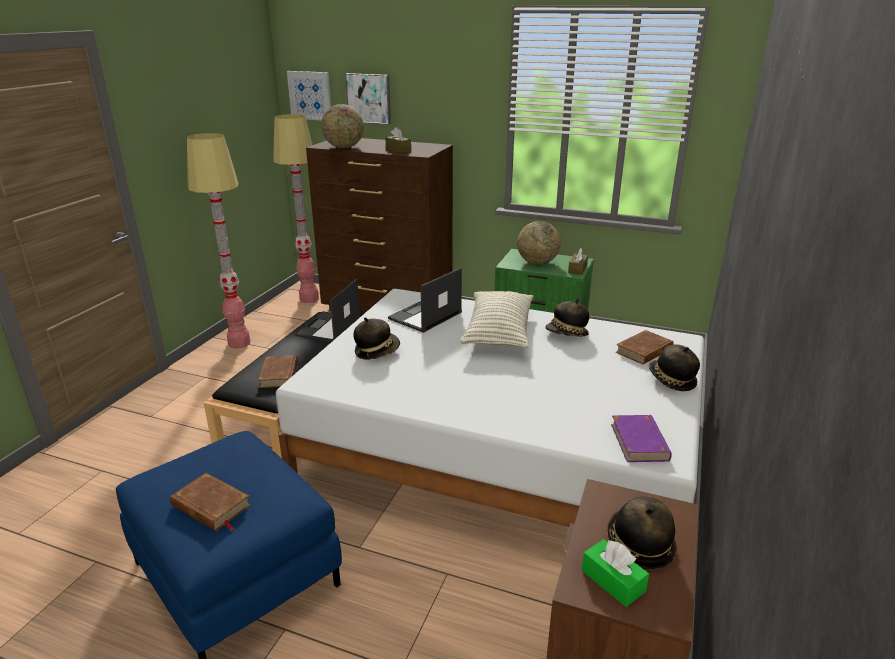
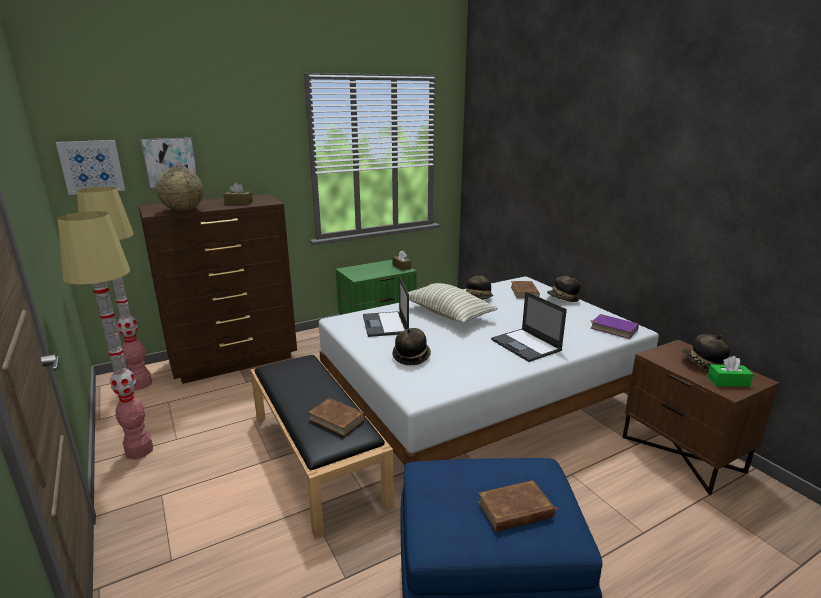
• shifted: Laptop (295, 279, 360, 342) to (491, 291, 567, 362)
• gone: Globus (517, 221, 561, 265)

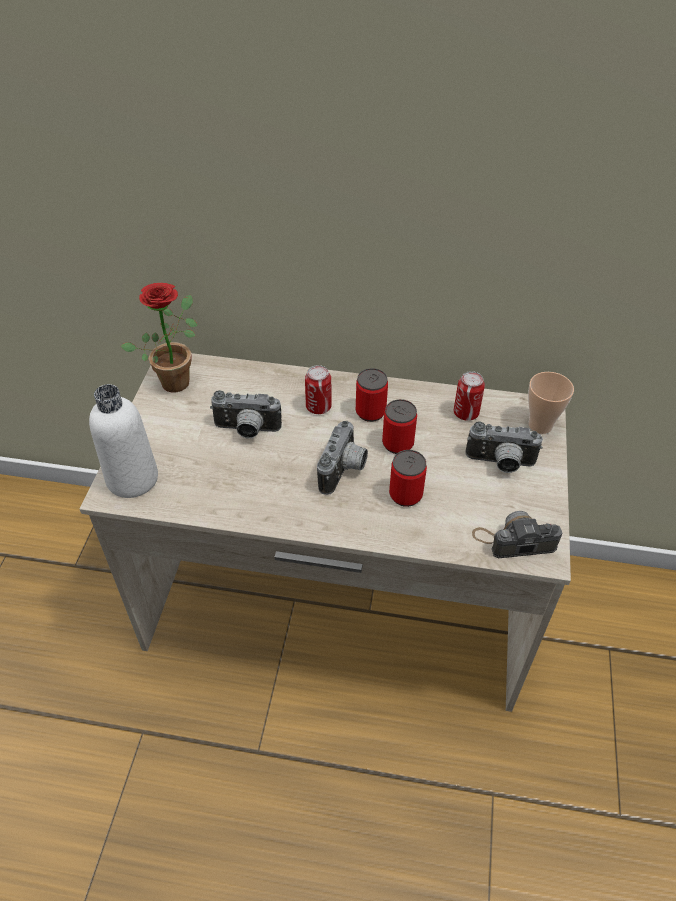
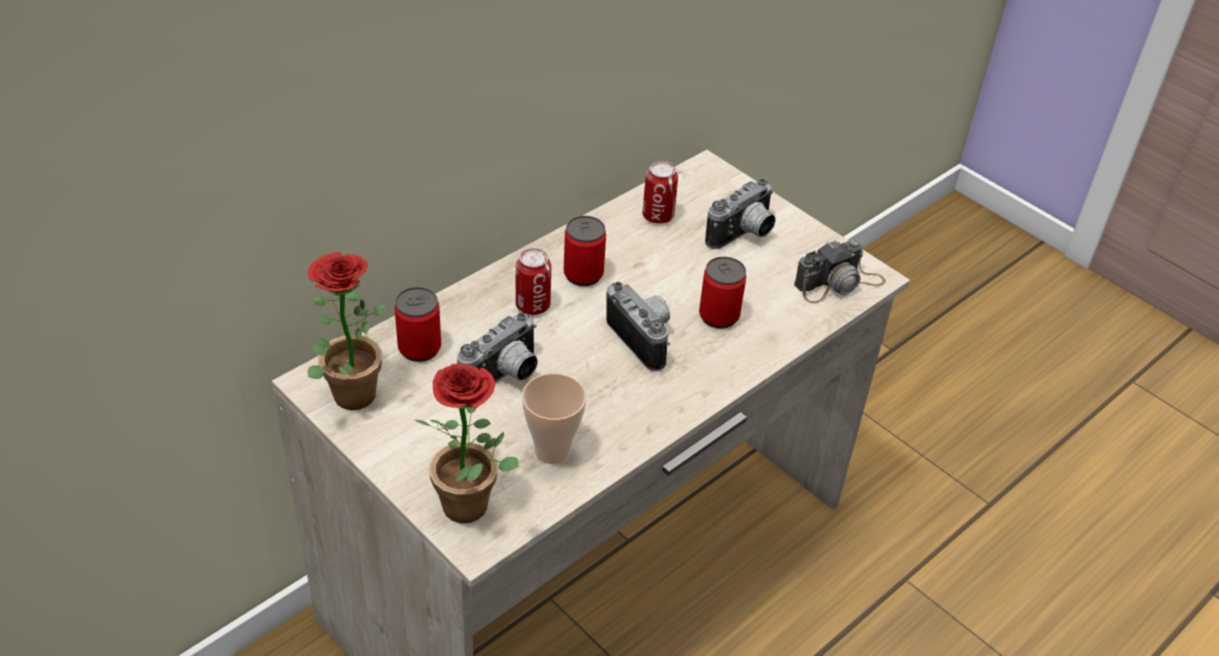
• swapped: Flasche/weiß (89, 384, 158, 498) to Topfpflanze (415, 364, 519, 523)
• shifted: Dose (382, 399, 417, 454) to (394, 287, 441, 362)
• rotated: Kamera (472, 511, 562, 558) = (794, 239, 886, 303) 150 degrees counterclockwise
• shifted: Tasse (528, 372, 574, 434) to (522, 373, 586, 464)

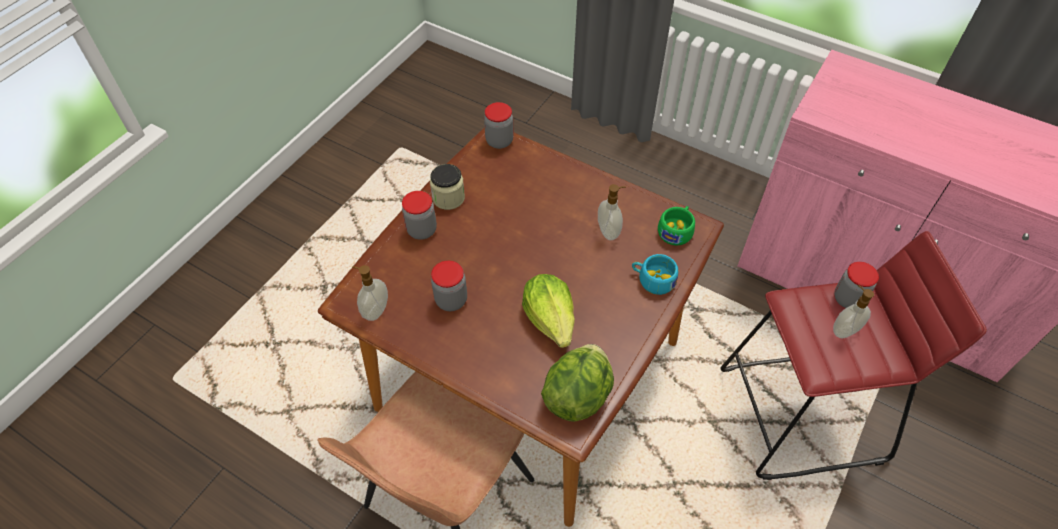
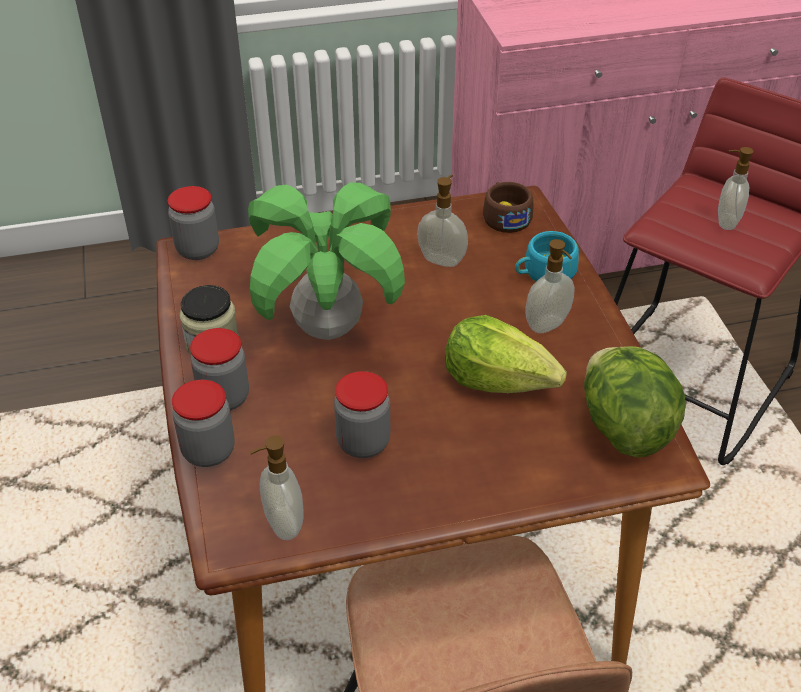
• repainted: Tasse/grün (658, 206, 695, 245) to Tasse/braun (483, 182, 533, 233)
• shifted: Vorratsglas (834, 262, 879, 308) to (172, 380, 234, 467)
• new: Topfpflanze (248, 182, 405, 340)
• new: Seifenspender (525, 239, 575, 333)

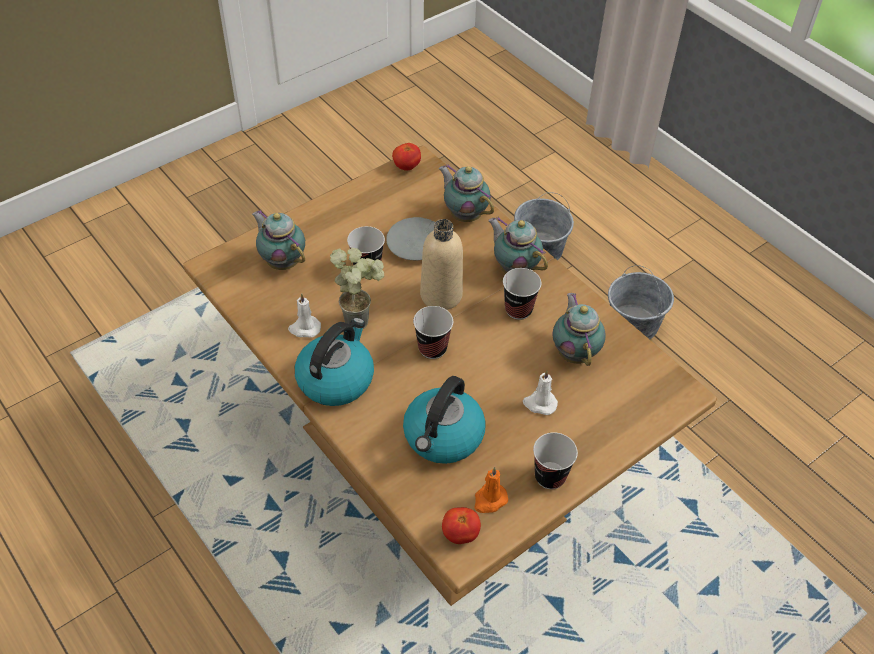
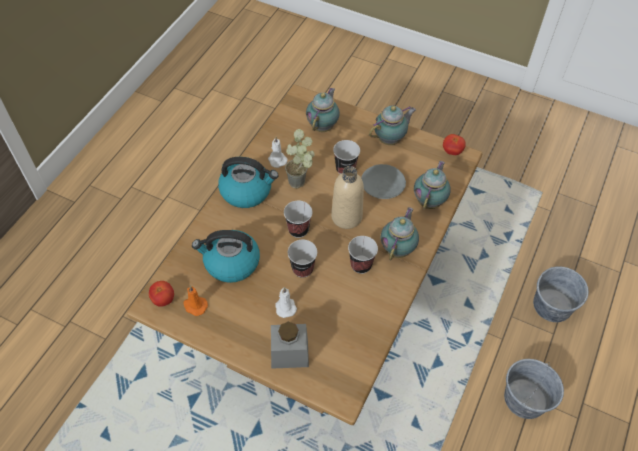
• shifted: Tasse (533, 432, 578, 489) to (288, 240, 317, 278)
• shifted: Teekanne (553, 293, 606, 366) to (369, 105, 416, 145)
• new: Vorratsglas/grau (271, 322, 309, 369)

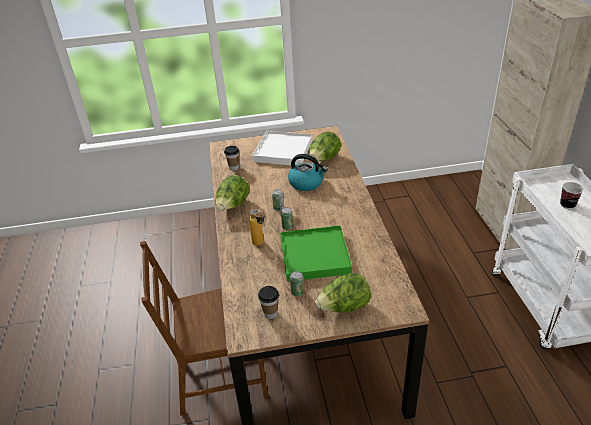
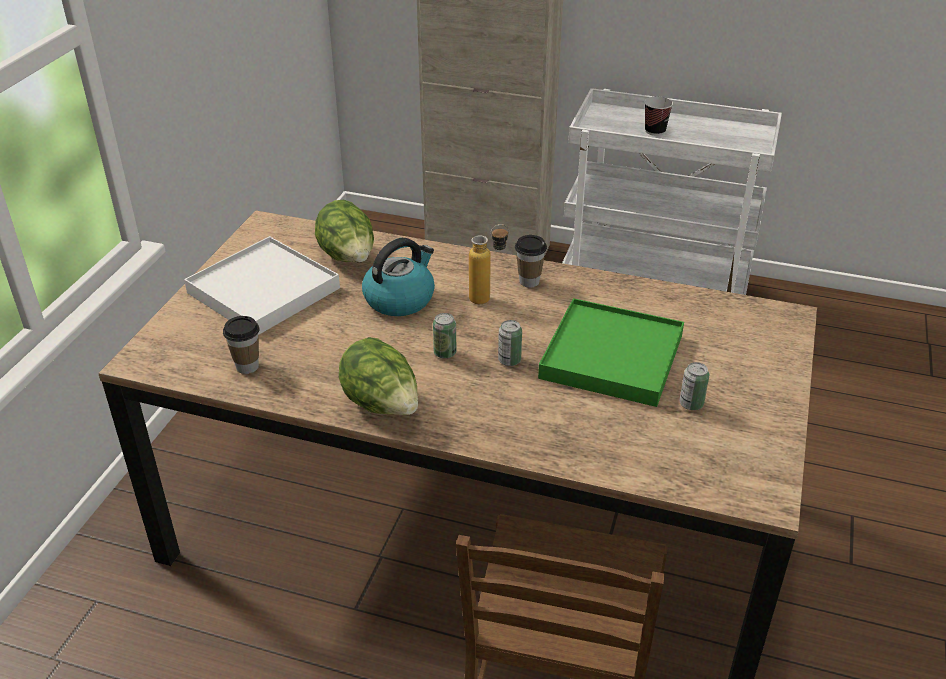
• shifted: Flasche (249, 209, 265, 246) to (469, 224, 509, 304)
• shifted: Tasse (258, 286, 279, 319) to (515, 235, 547, 288)
• gone: Salatkopf (315, 273, 371, 312)

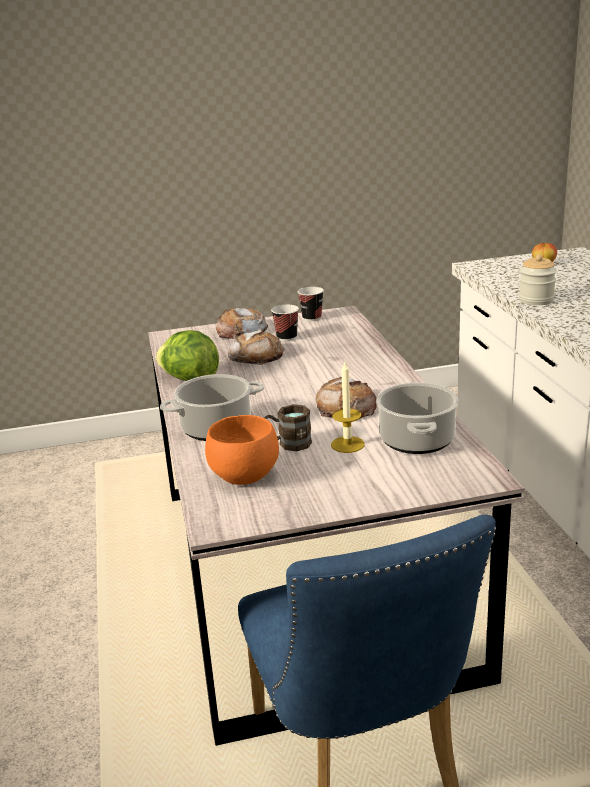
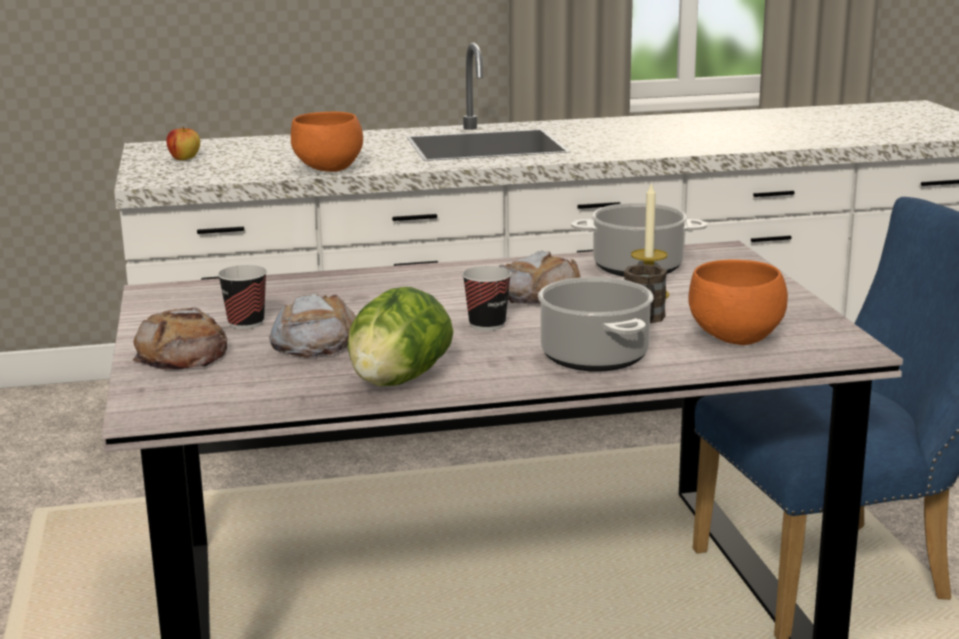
• shifted: Tasse (298, 287, 324, 321) to (462, 266, 512, 331)
• swapped: Vorratsglas (519, 254, 557, 305) to Schüssel/orange (291, 112, 363, 172)

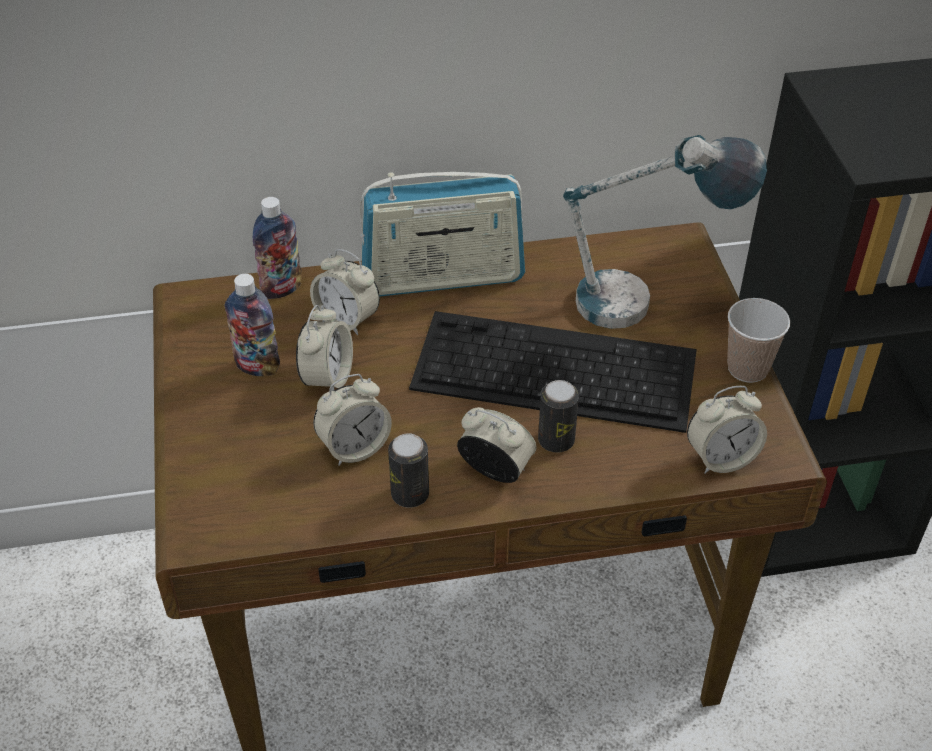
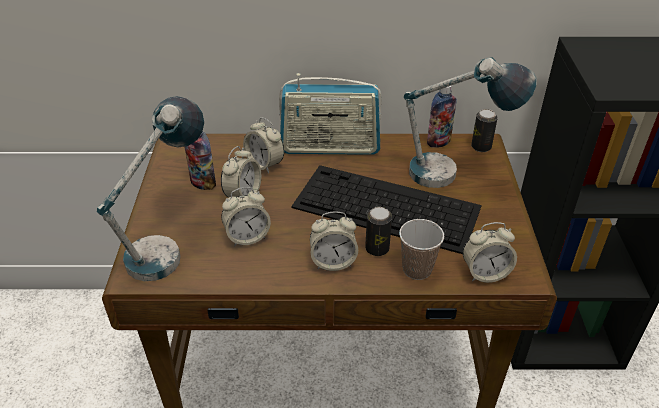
• shifted: Flasche (253, 197, 301, 299) to (427, 86, 457, 148)
• shifted: Dose (388, 433, 429, 508) to (471, 109, 498, 152)
• rotated: Wecker (457, 407, 537, 483) = (310, 211, 358, 271) 135 degrees clockwise
• shifted: Tasse (727, 298, 790, 383) to (399, 219, 444, 280)
• new: Tischlampe (97, 96, 204, 281)

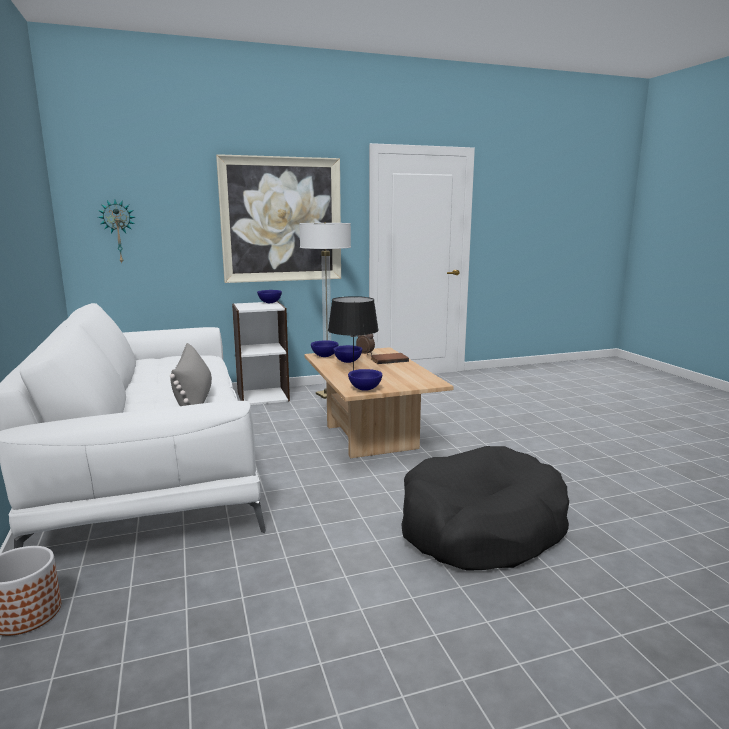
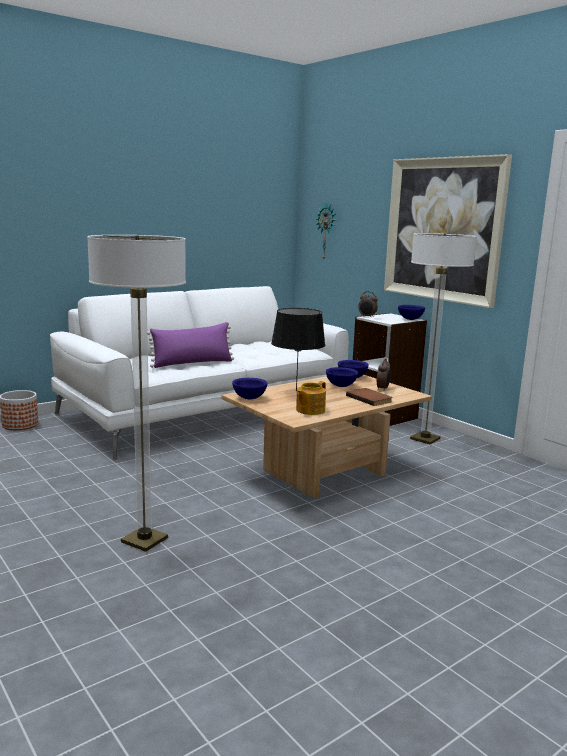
• repainted: Kissen/grau (170, 343, 212, 406) to Kissen/lila (147, 322, 234, 368)
• swapped: Hundebett/schwarz (401, 446, 569, 571) to Stehlampe (87, 235, 186, 552)
• new: Teekanne (296, 381, 326, 415)
• new: Wecker (358, 291, 378, 318)

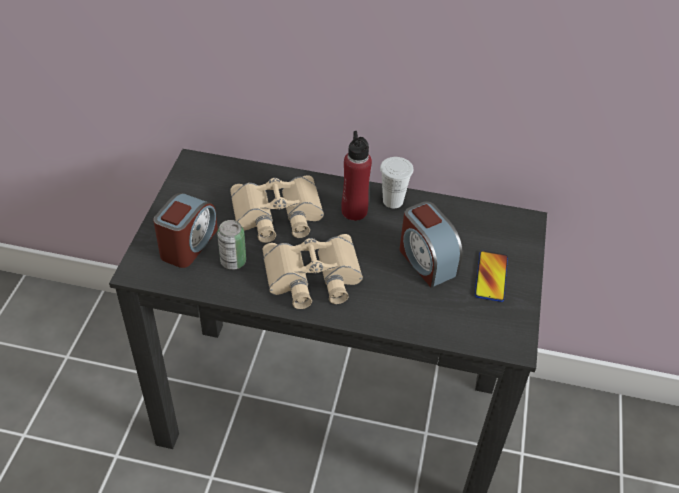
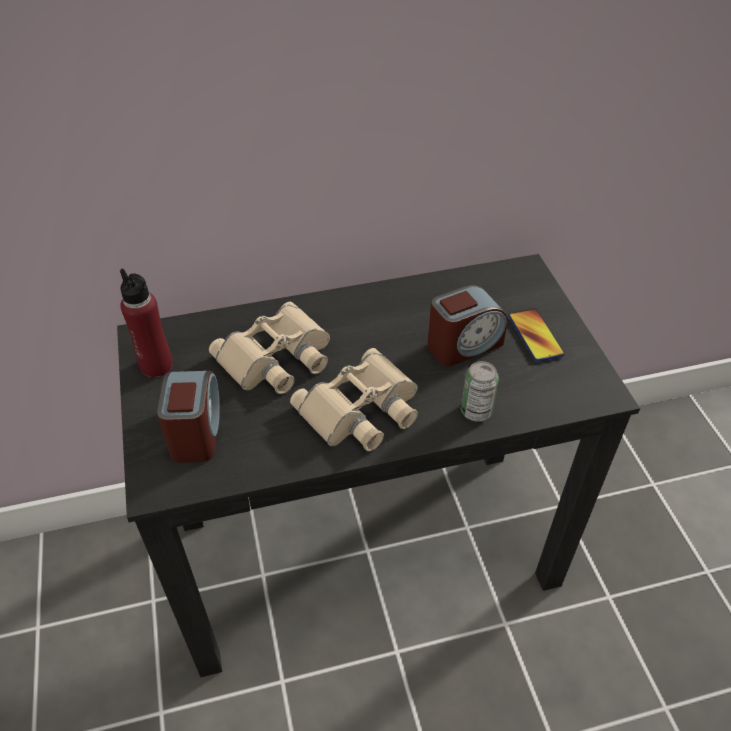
• shifted: Dose (217, 220, 246, 270) to (461, 361, 499, 422)
• shifted: Flasche/rot (341, 131, 372, 221) to (120, 268, 173, 377)
• gone: Tasse/weiß (380, 157, 413, 208)
• rotated: Wecker (400, 201, 463, 288) = (427, 285, 508, 366) 60 degrees counterclockwise

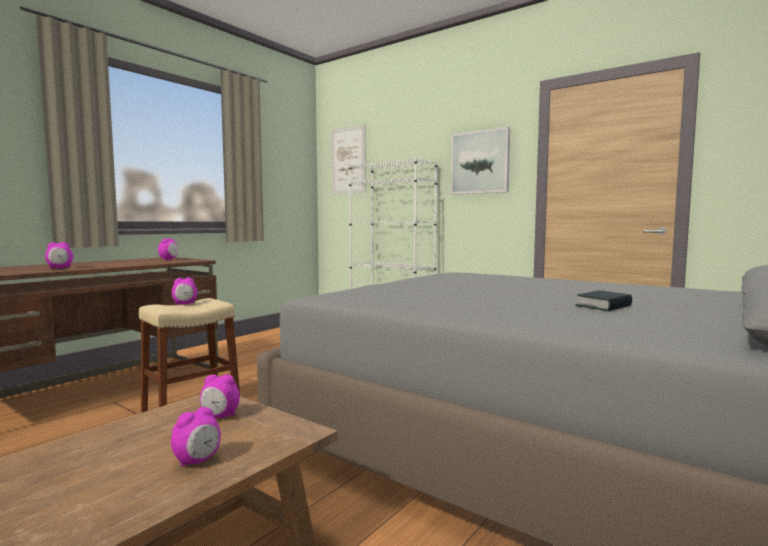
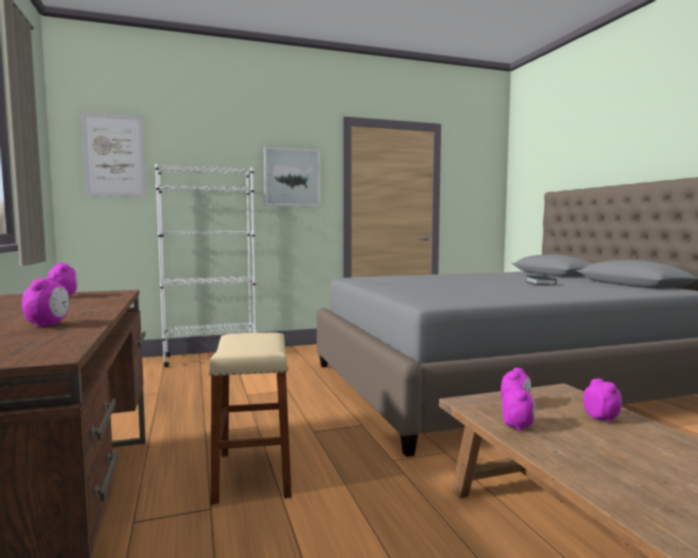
• shifted: Wecker (172, 277, 197, 305) to (502, 385, 535, 432)

